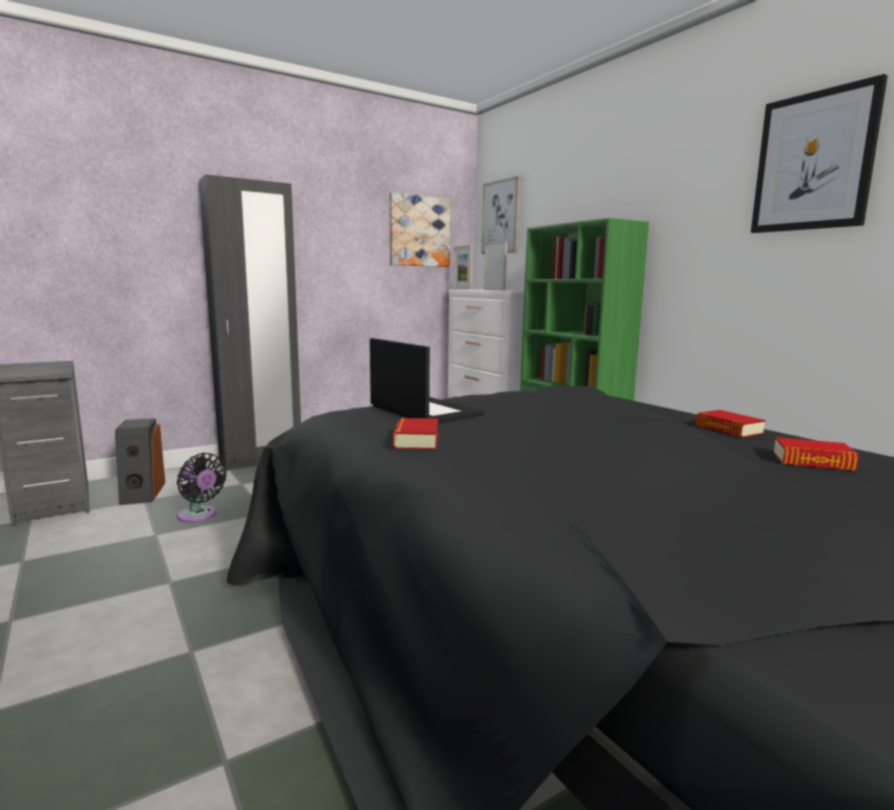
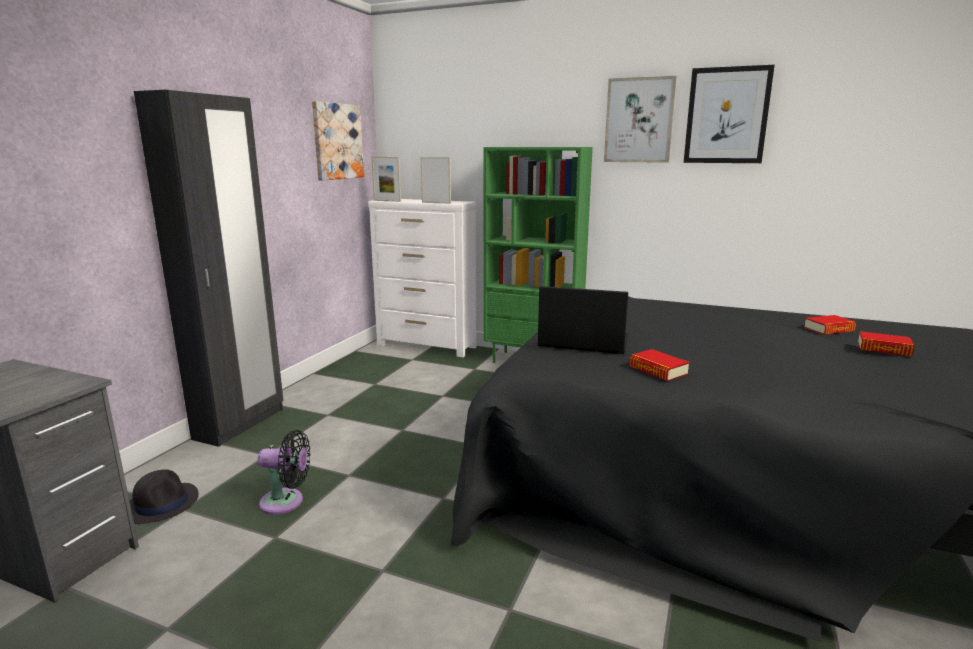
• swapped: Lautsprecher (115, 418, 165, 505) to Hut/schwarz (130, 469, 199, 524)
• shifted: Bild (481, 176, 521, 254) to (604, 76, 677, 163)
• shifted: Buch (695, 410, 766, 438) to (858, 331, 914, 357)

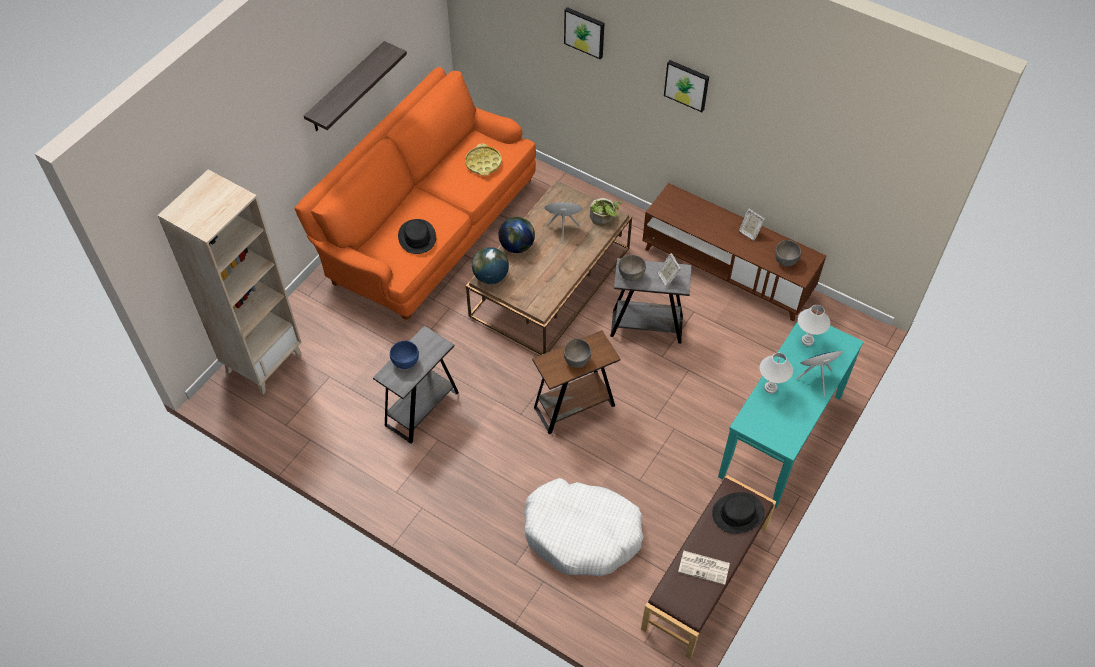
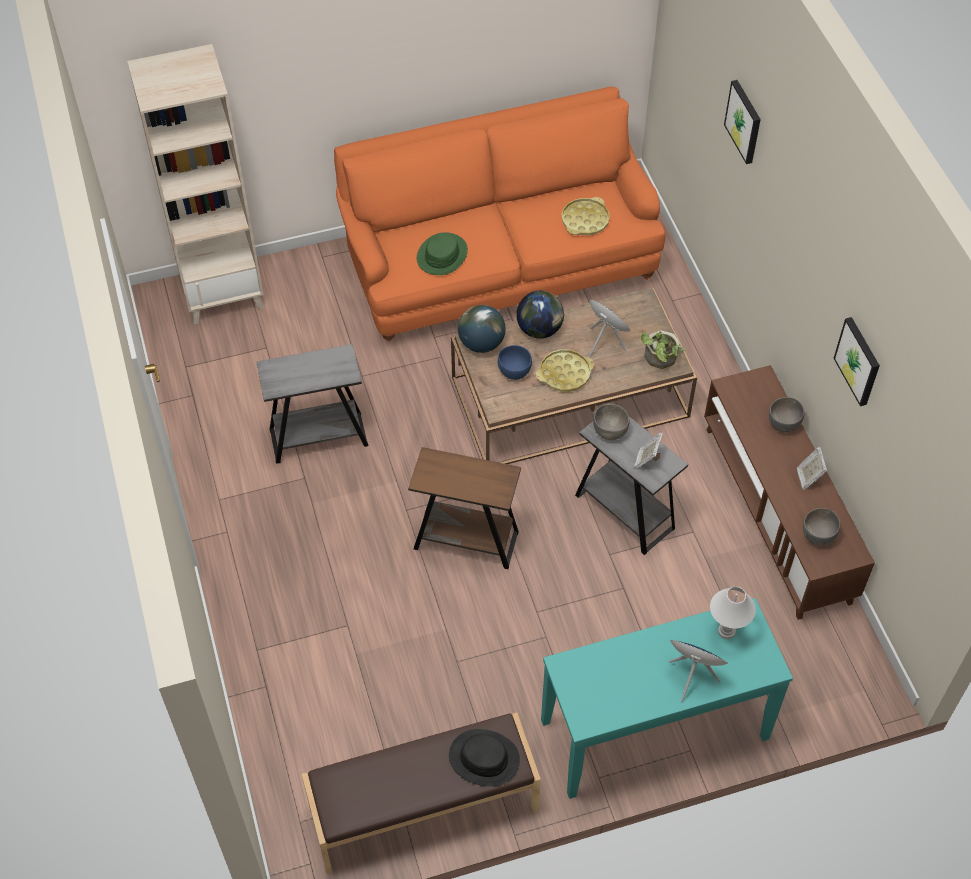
• gone: Wandregal (304, 41, 407, 131)
• shifted: Schüssel/blau (390, 341, 419, 369) to (498, 345, 532, 380)
• repainted: Hut/schwarz (398, 219, 436, 254) to Hut/grün (417, 232, 468, 275)
• gone: Hundebett/weiß (524, 478, 644, 576)
• shifted: Schüssel/grau (564, 339, 591, 368) to (769, 397, 804, 433)
• shifted: Bild (664, 60, 709, 112) to (833, 317, 880, 406)
• gone: Zeitung (678, 551, 730, 585)
• gone: Tischlampe/weiß (760, 353, 793, 394)
• new: Tablett/gelb (536, 349, 594, 392)

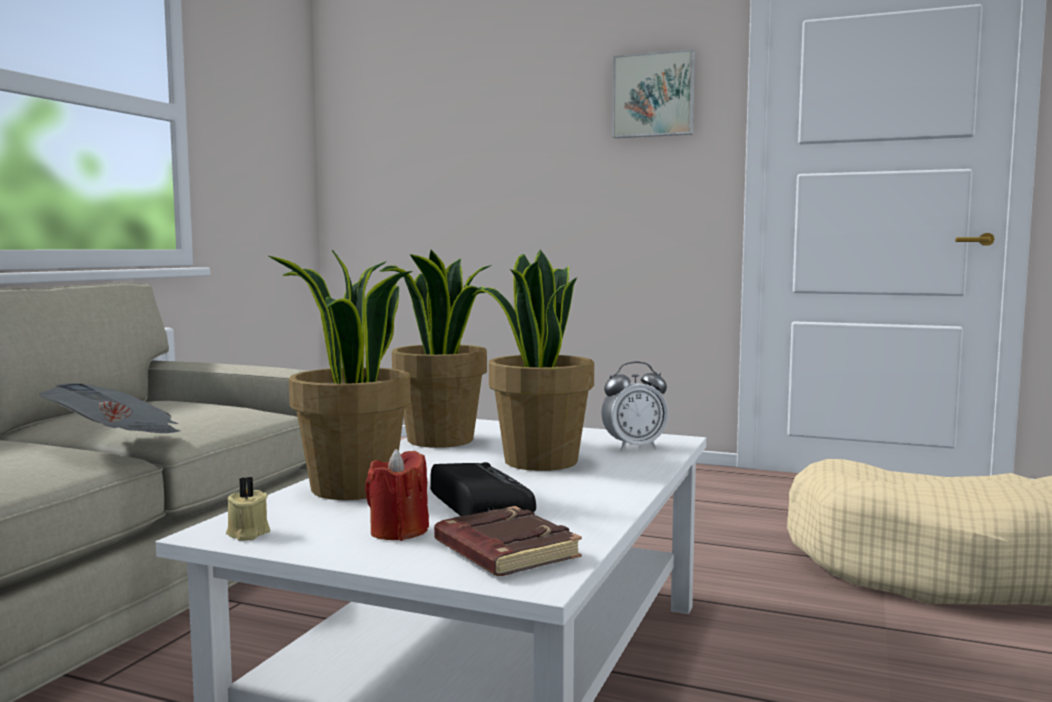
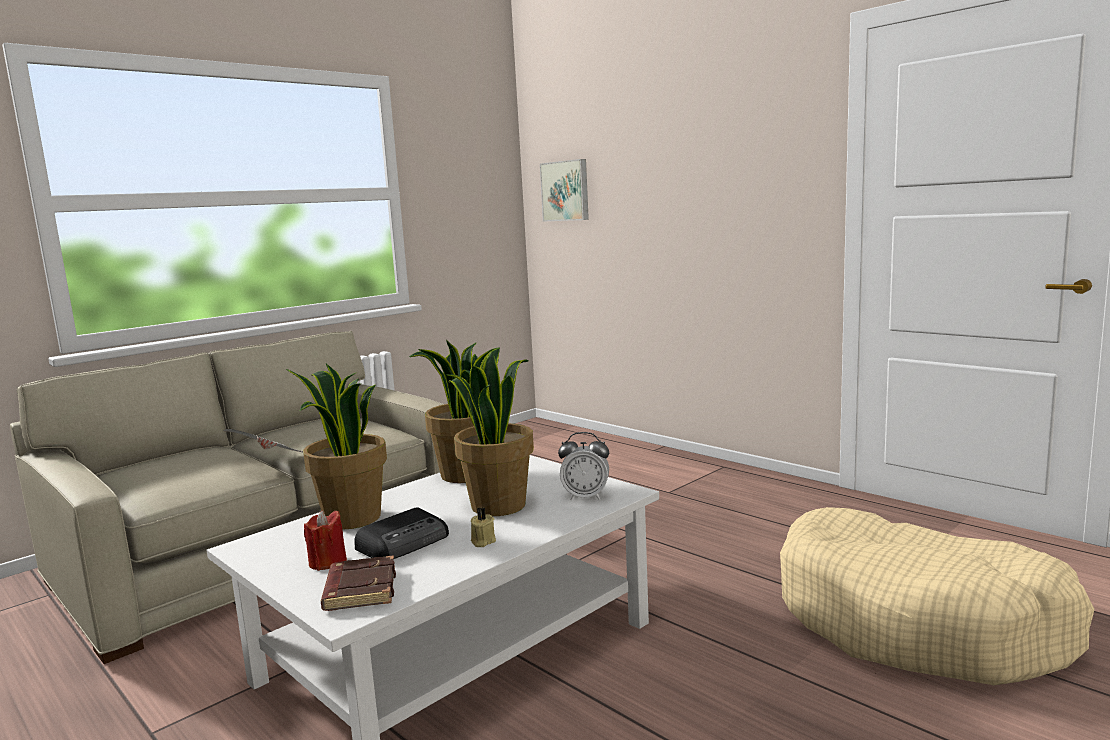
• shifted: Kerze/beige (226, 477, 270, 541) to (471, 507, 496, 547)
• rotated: Radio (430, 462, 536, 516) = (354, 507, 449, 559) 45 degrees clockwise
• shifted: Bild (612, 49, 695, 138) to (540, 159, 589, 222)

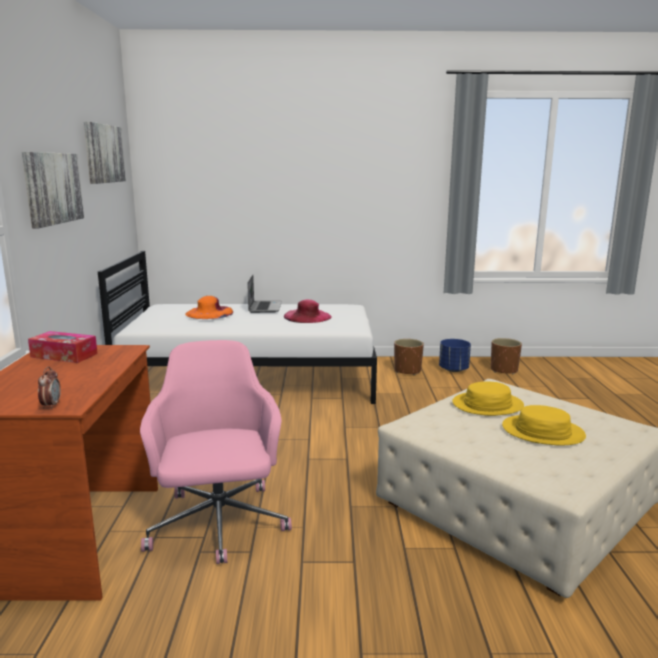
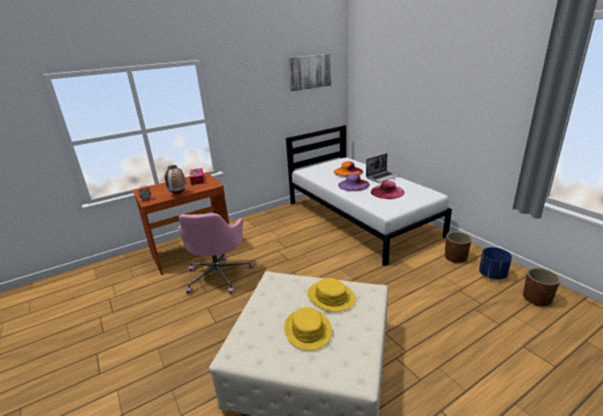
• gone: Bild (22, 152, 84, 228)
• rotated: Bürostuhl/rosa (140, 340, 292, 564) = (178, 213, 254, 294) 135 degrees clockwise
• new: Vase (165, 165, 186, 195)
• new: Hut/lila (338, 173, 370, 191)

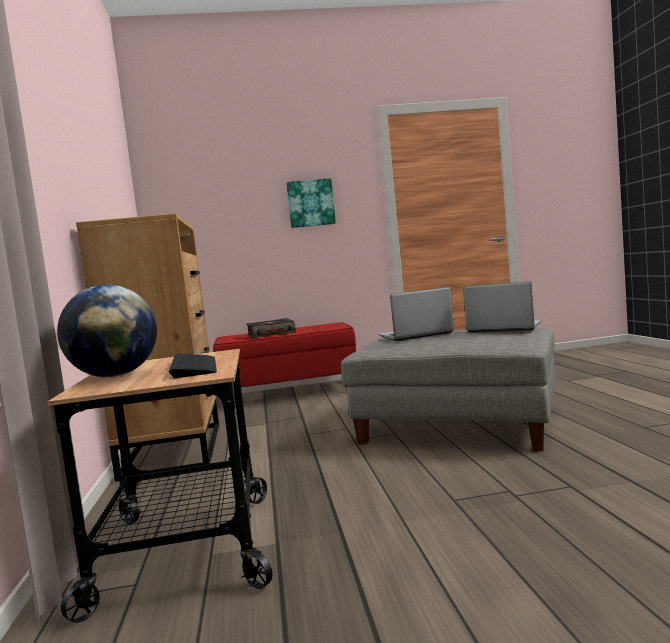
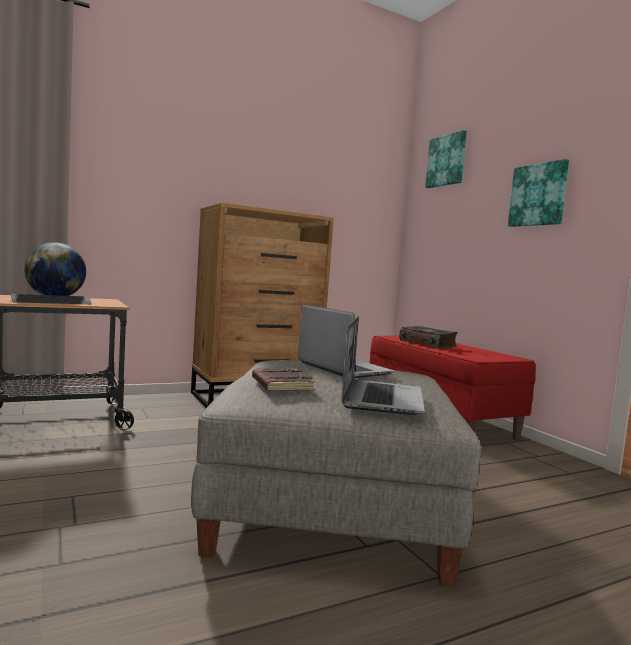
• new: Buch/braun (252, 368, 315, 392)
• new: Bild (425, 130, 467, 188)

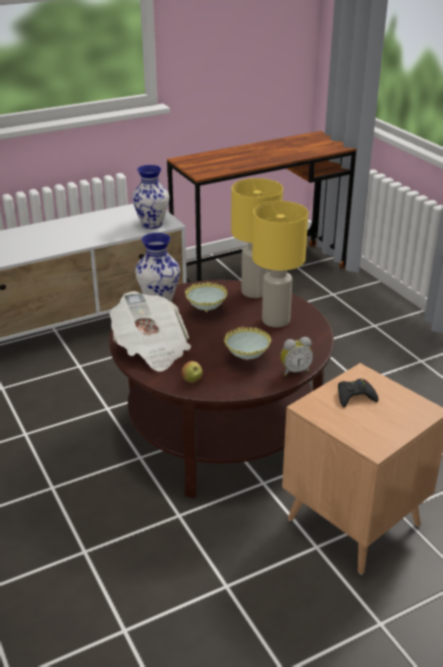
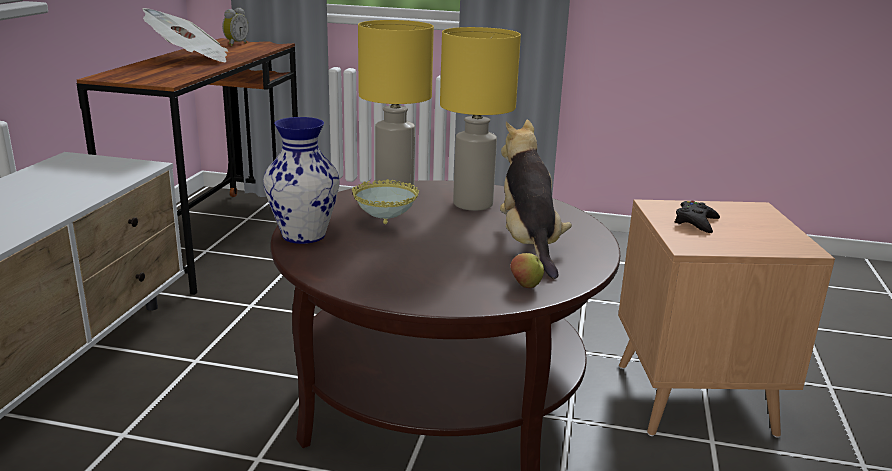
• shifted: Zeitung (110, 291, 191, 372) to (142, 8, 228, 62)
• gone: Vase (132, 165, 169, 229)
• swapped: Schüssel (224, 327, 271, 360) to Plüschtier (500, 119, 572, 279)
• shifted: Wecker (280, 337, 313, 376) to (222, 8, 249, 46)

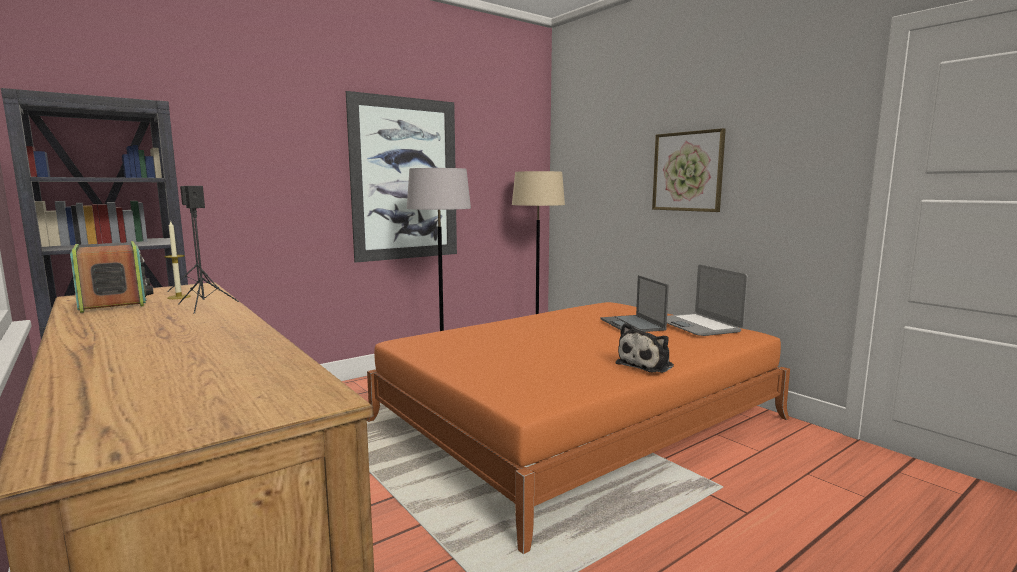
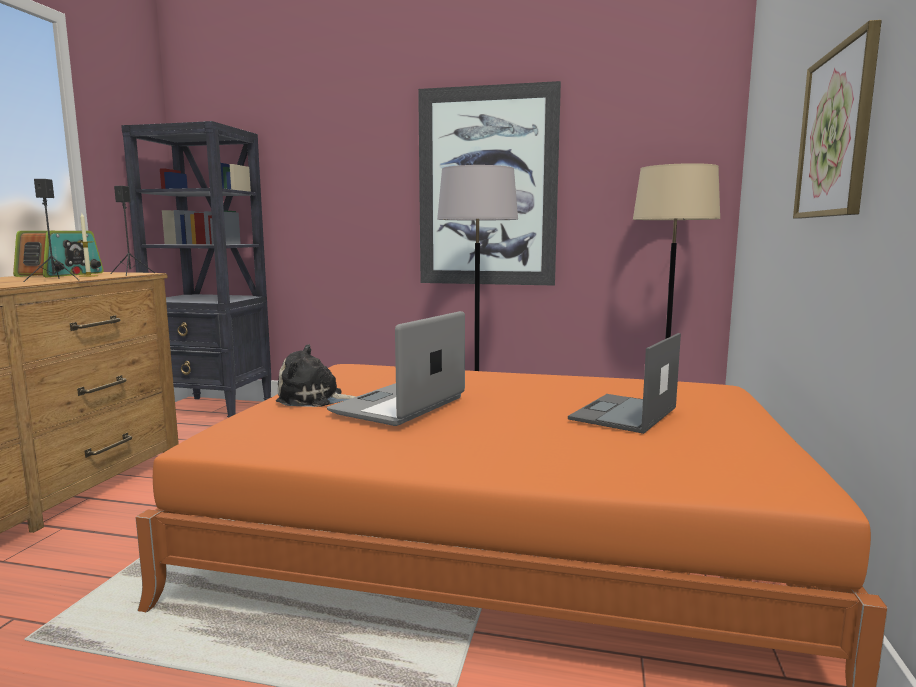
• shifted: Plüschtier (616, 323, 674, 373) to (276, 344, 357, 407)
• shifted: Laptop (667, 265, 748, 336) to (327, 311, 465, 426)

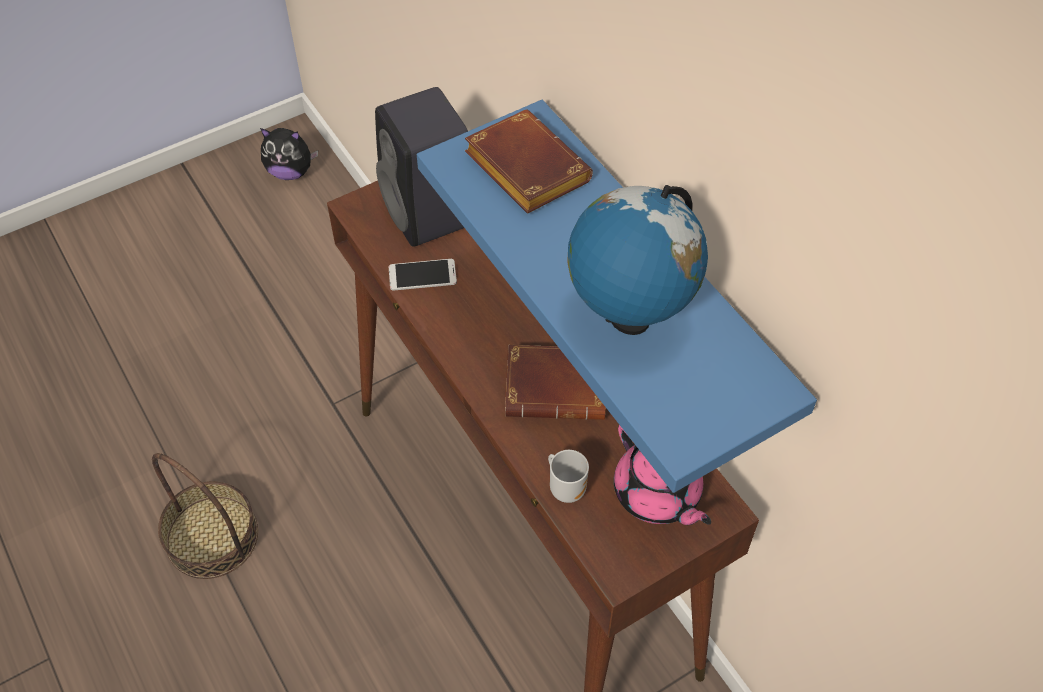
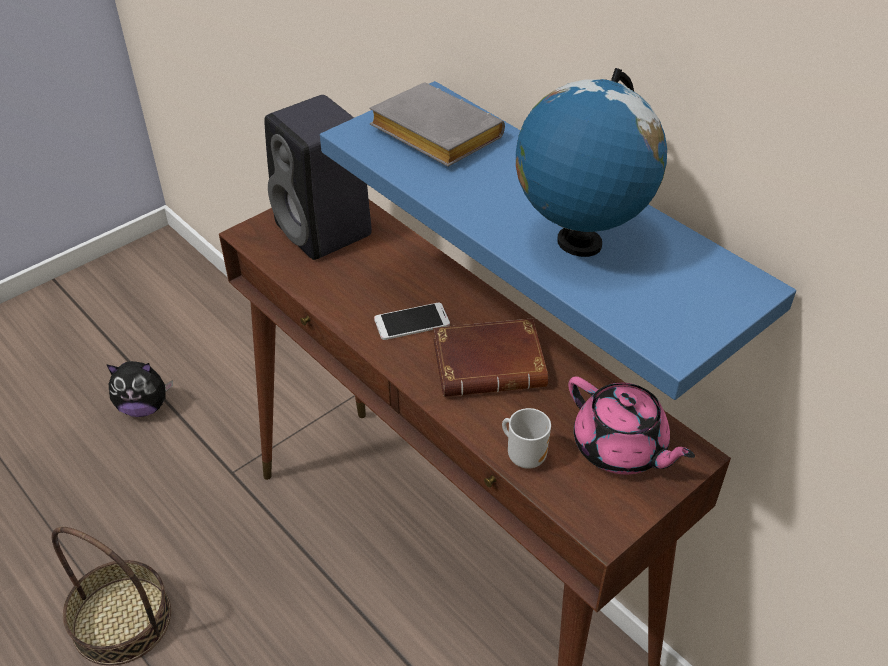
• shifted: Plüschtier (260, 128, 318, 180) to (106, 361, 173, 417)
• shifted: Handy (389, 259, 457, 291) to (374, 303, 450, 340)
• repainted: Buch/braun (465, 110, 593, 214) to Buch/grau (370, 82, 505, 167)

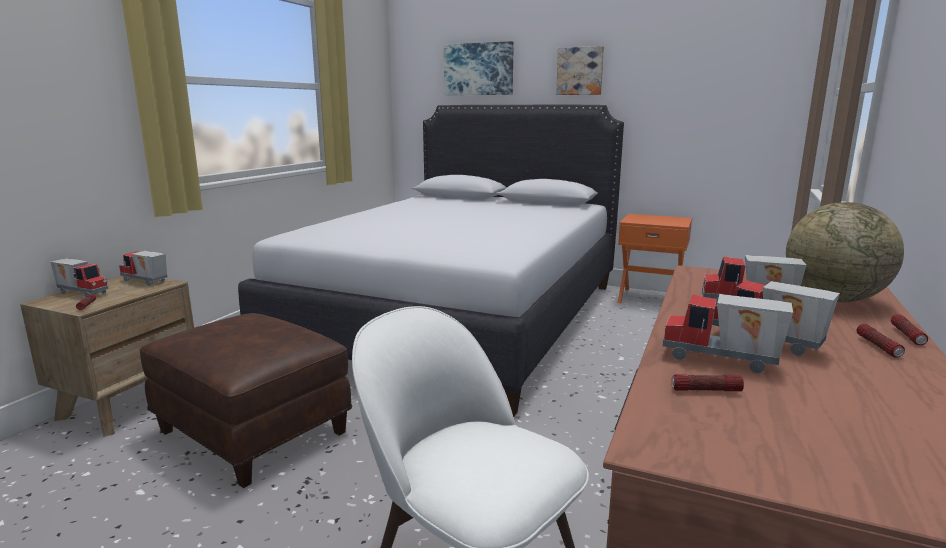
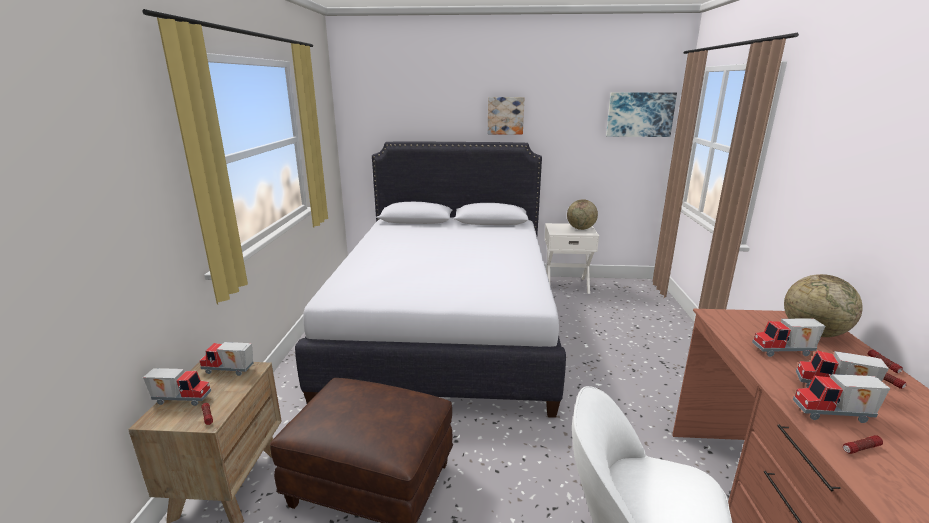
• shifted: Bild (444, 41, 514, 95) to (606, 92, 677, 137)
• repainted: Nachttisch/orange (618, 214, 692, 303) to Nachttisch/weiß (544, 223, 599, 294)
• new: Globus (567, 199, 598, 230)

